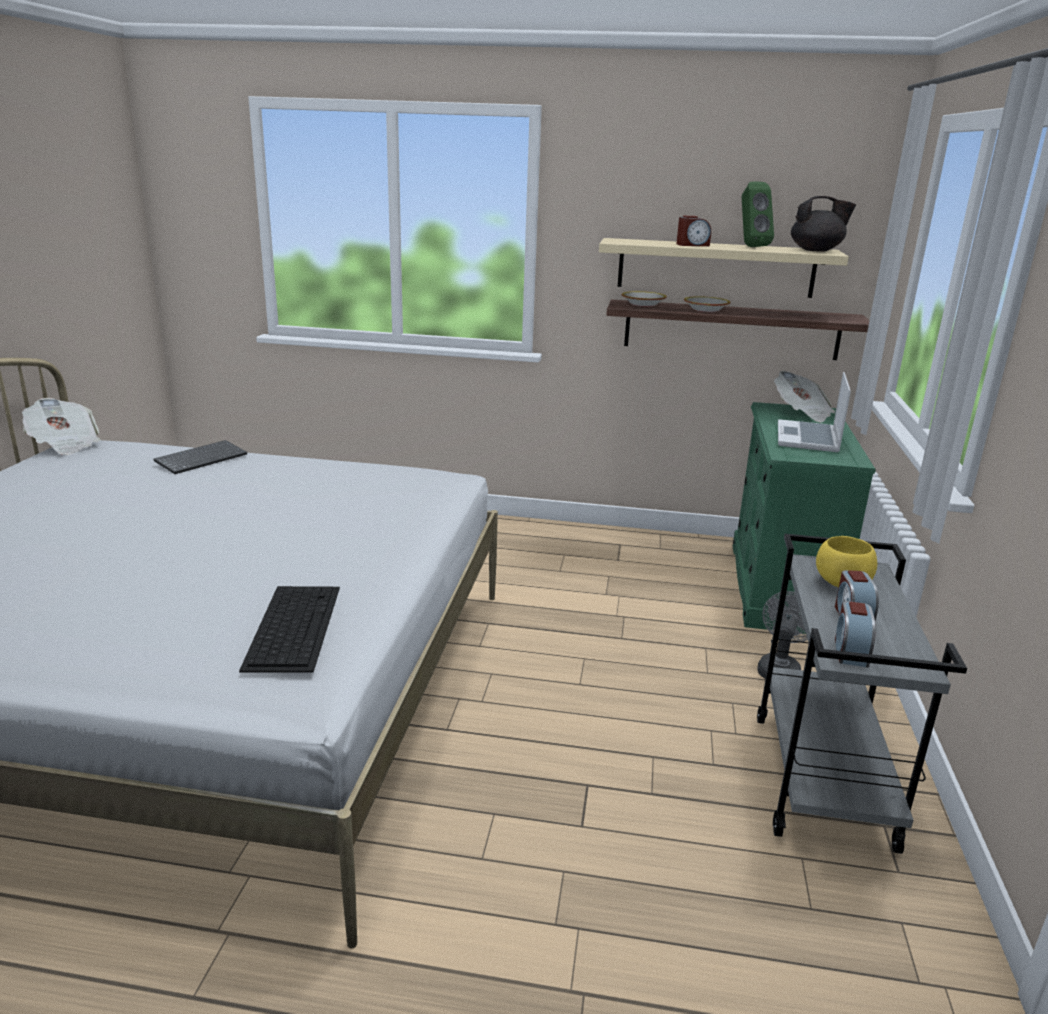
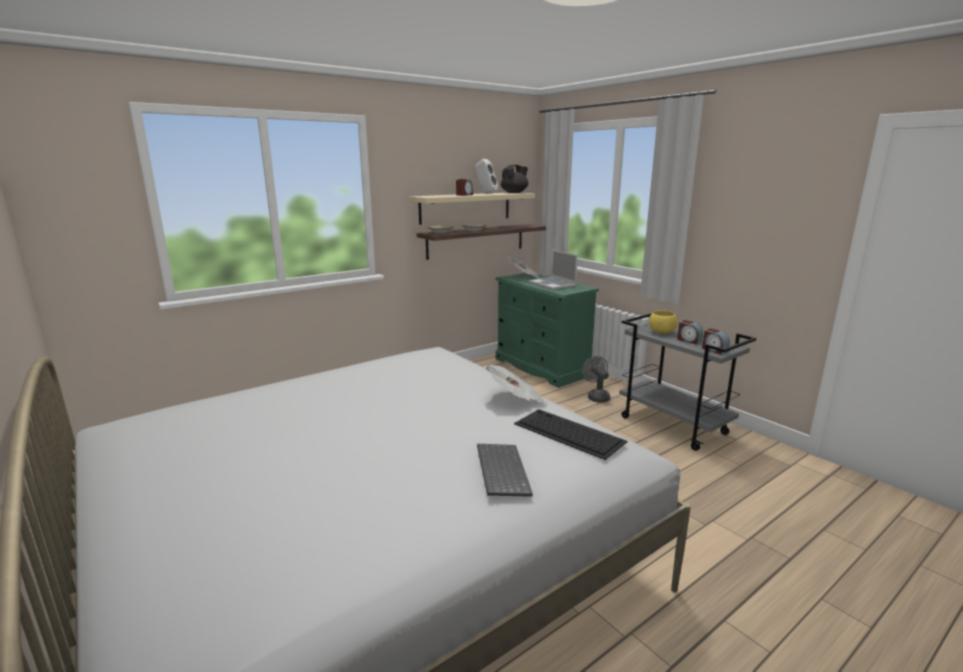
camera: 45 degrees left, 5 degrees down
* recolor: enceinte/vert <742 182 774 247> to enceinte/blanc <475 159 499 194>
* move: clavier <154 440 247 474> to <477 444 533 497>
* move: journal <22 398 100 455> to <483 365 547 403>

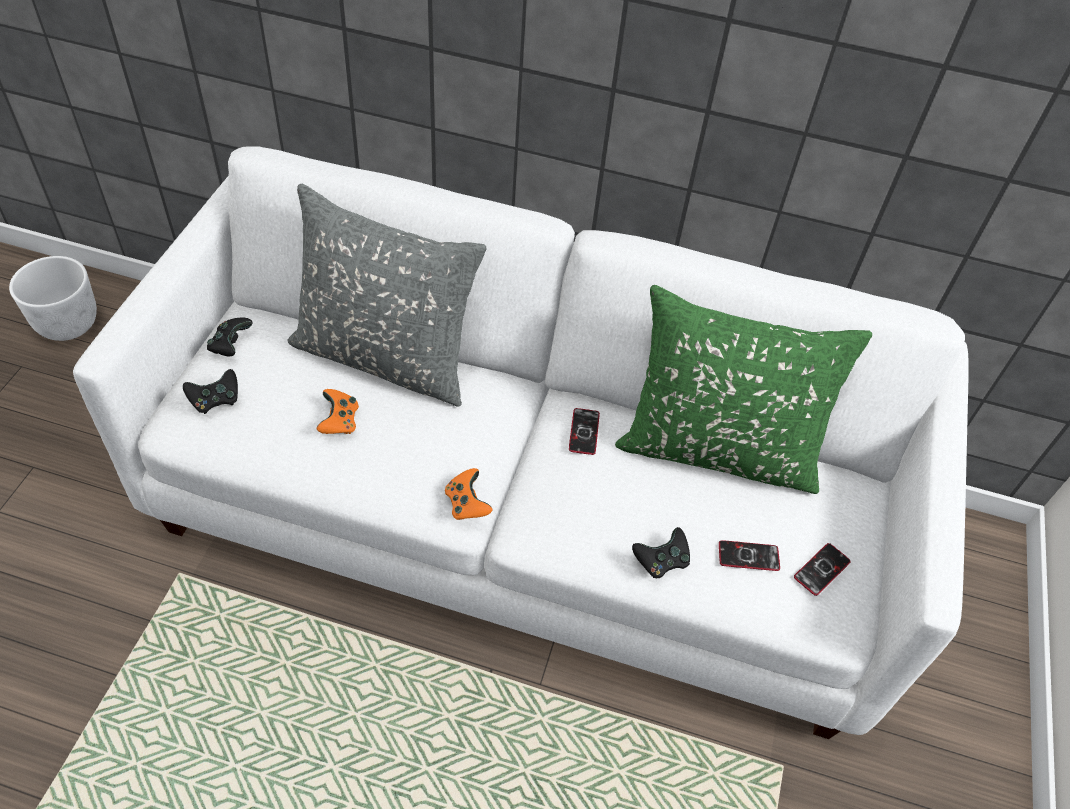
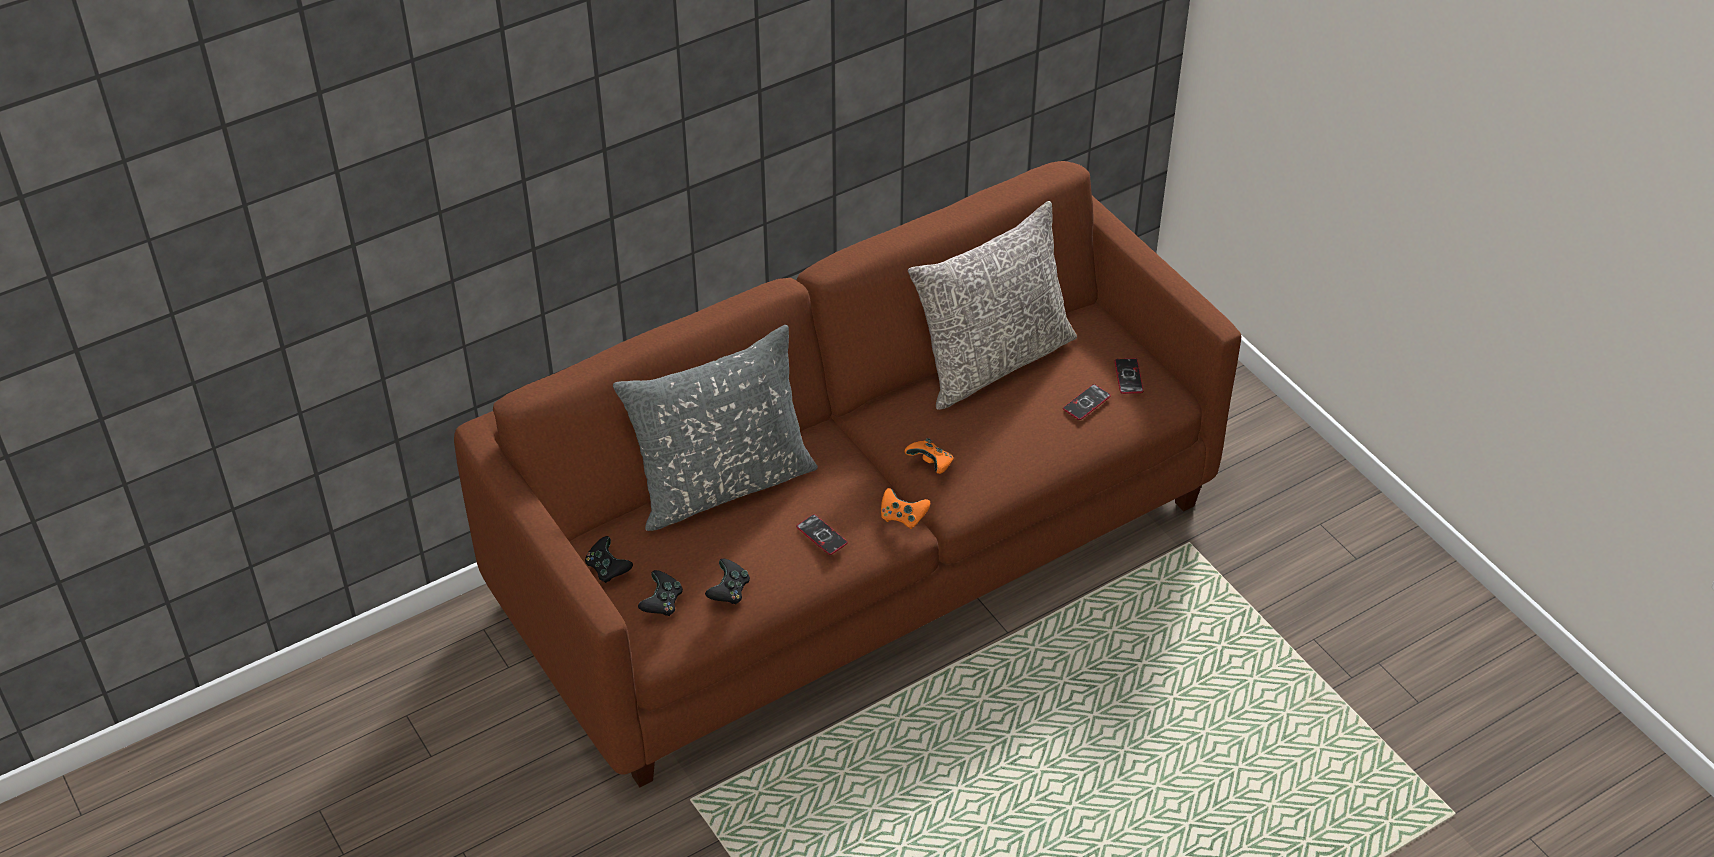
camera: 45 degrees left, 5 degrees down
* recolor: canapé/blanc <73 147 969 739> to canapé/marron <454 161 1241 787>
* move: manette/noir <632 527 690 578> to <705 559 750 605>
* move: téléphone <569 408 600 455> to <796 514 848 555>
* move: manette/orange <317 389 359 434> to <904 438 954 474>
* recolor: coussin/vert <615 285 872 494> to coussin/gris <908 201 1077 410>
* delete: cache-pot/blanc <9 256 97 341>

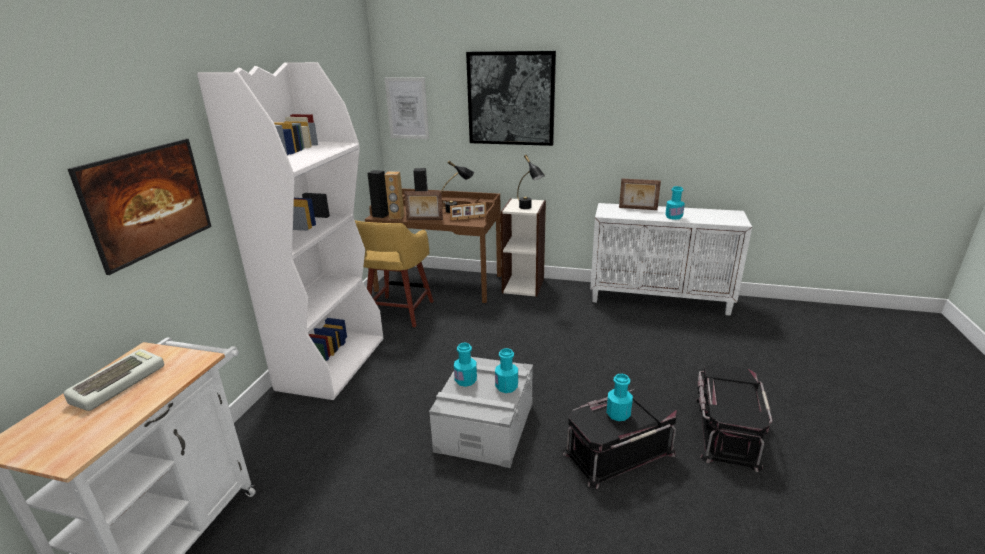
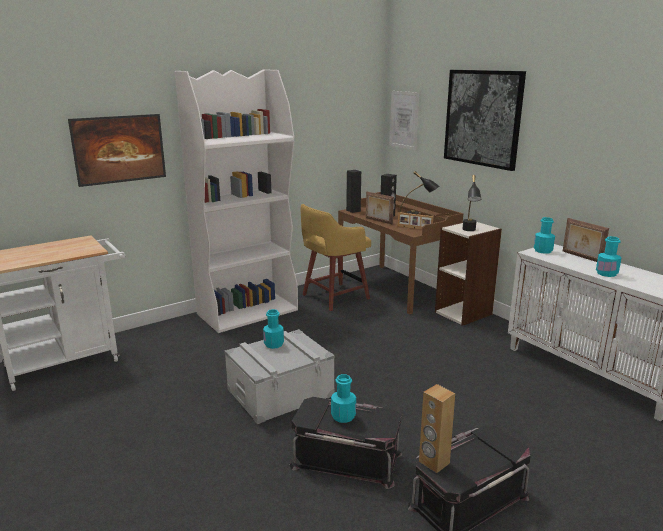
camera: 40 degrees right, 5 degrees down
* move: enceinte/marron <384 171 405 219> to <419 384 455 473>
* move: bouteille/turquoise <495 348 518 393> to <534 217 555 254>
* delete: clavier <64 349 164 411>

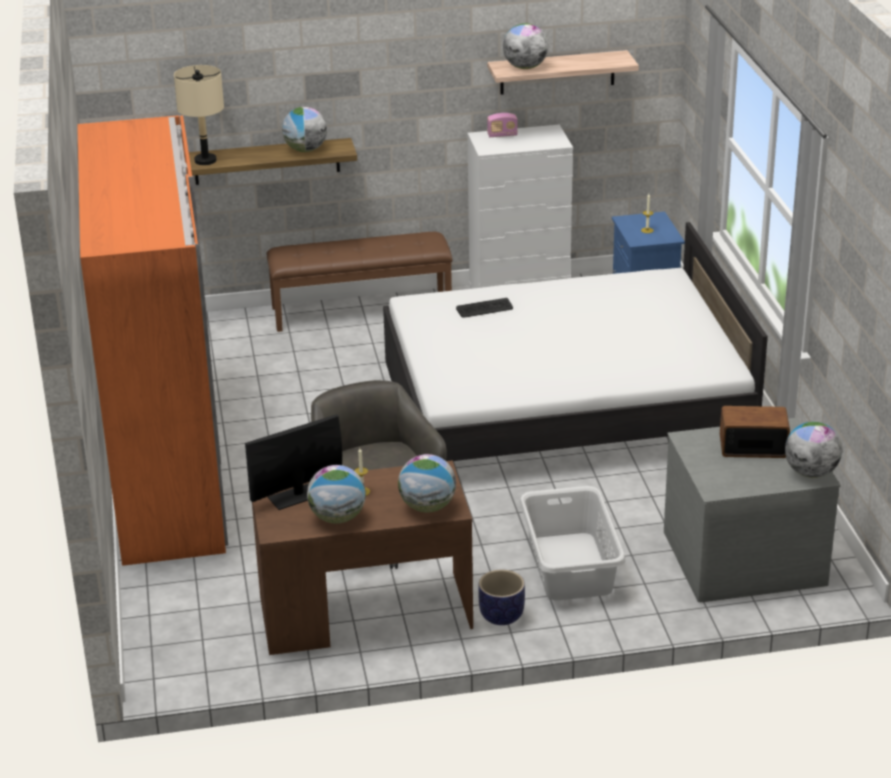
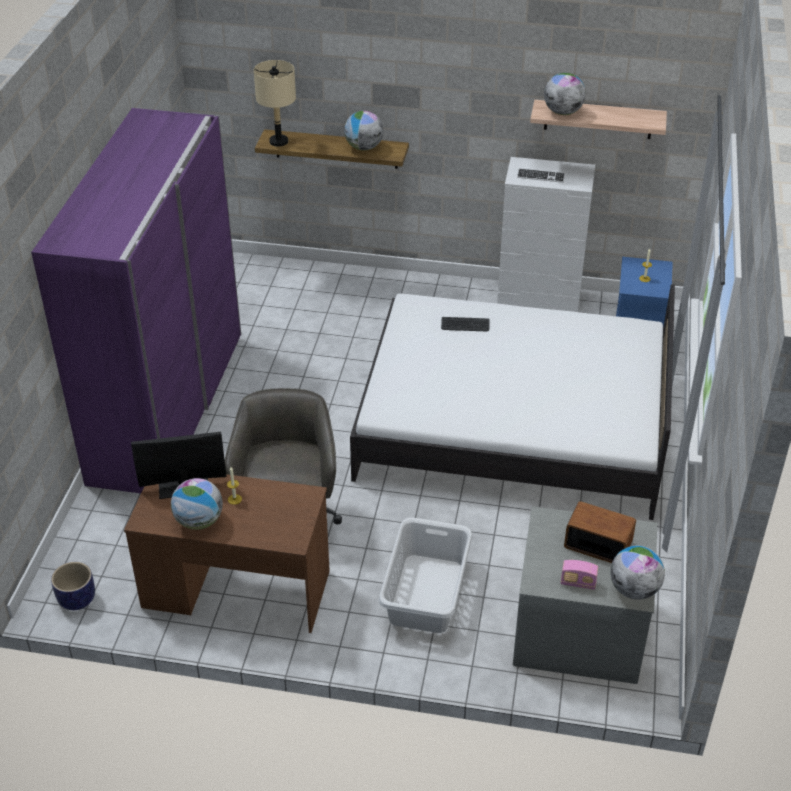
camera: 20 degrees right, 10 degrees up
* recolor: armoire/orange <77 115 228 566> to armoire/violet <31 108 241 493>
* move: cache-pot <478 569 525 625> to <51 562 95 610>
* insert: clavier <517 168 565 183>
* move: radio <487 113 518 137> to <561 560 598 590>
* delete: banc/marron <267 232 452 332>
* delete: globe <398 454 456 513>

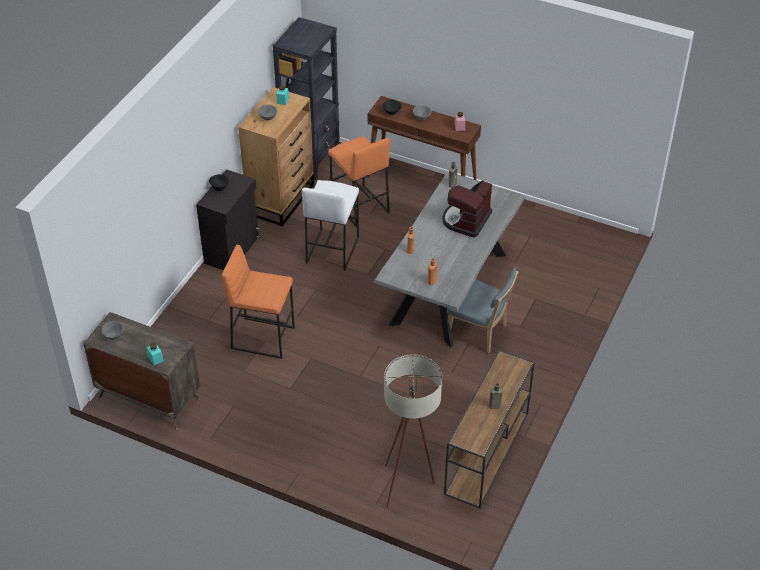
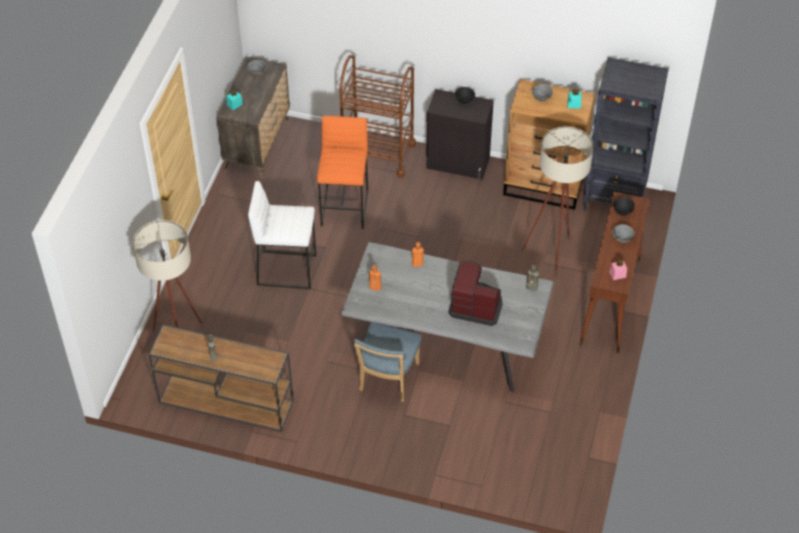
camera: 80 degrees right, 5 degrees up
* move: tabouret/blanc <302 180 359 271> to <248 181 316 289>
* insert: chariot/marron <339 55 416 178>
* replace: tabouret/orange <328 136 390 227> to lampadaire/beige <522 126 594 277>

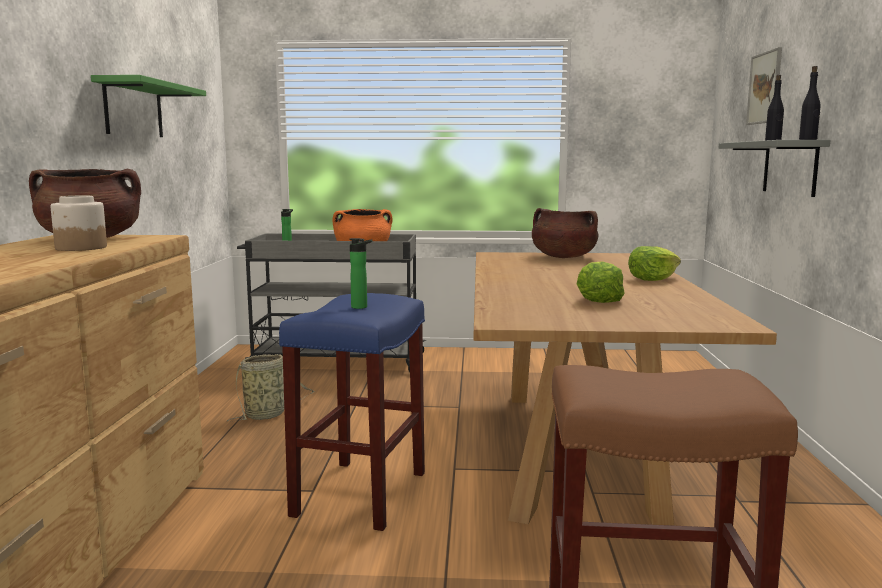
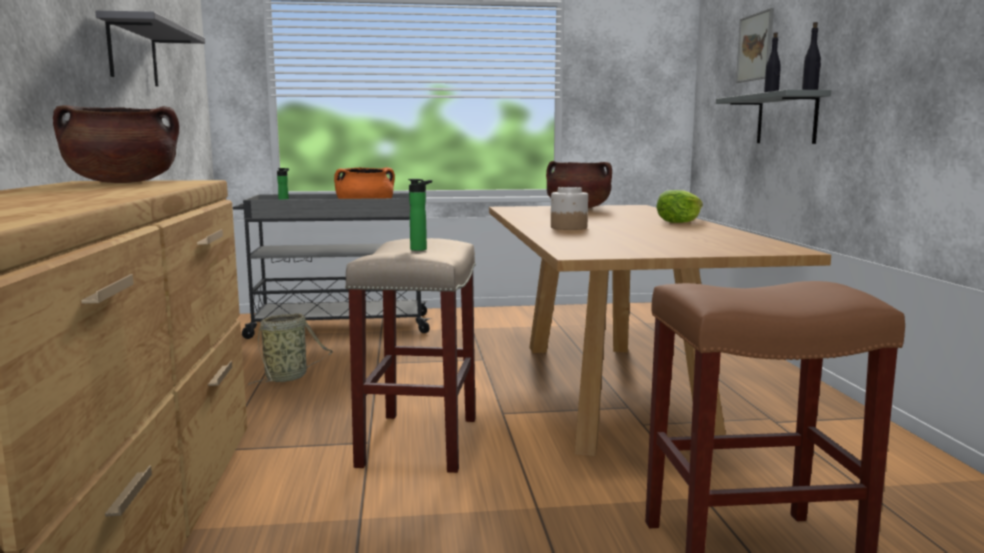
camera: 10 degrees left, 0 degrees up
* recolor: étagère/vert <91 75 206 137> to étagère/gris <95 10 205 87>
* recolor: tabouret/bleu <279 293 425 531> to tabouret/beige <345 238 476 473>
* move: bocal <51 196 107 251> to <551 187 588 230>
* delete: laitue <577 261 625 303>

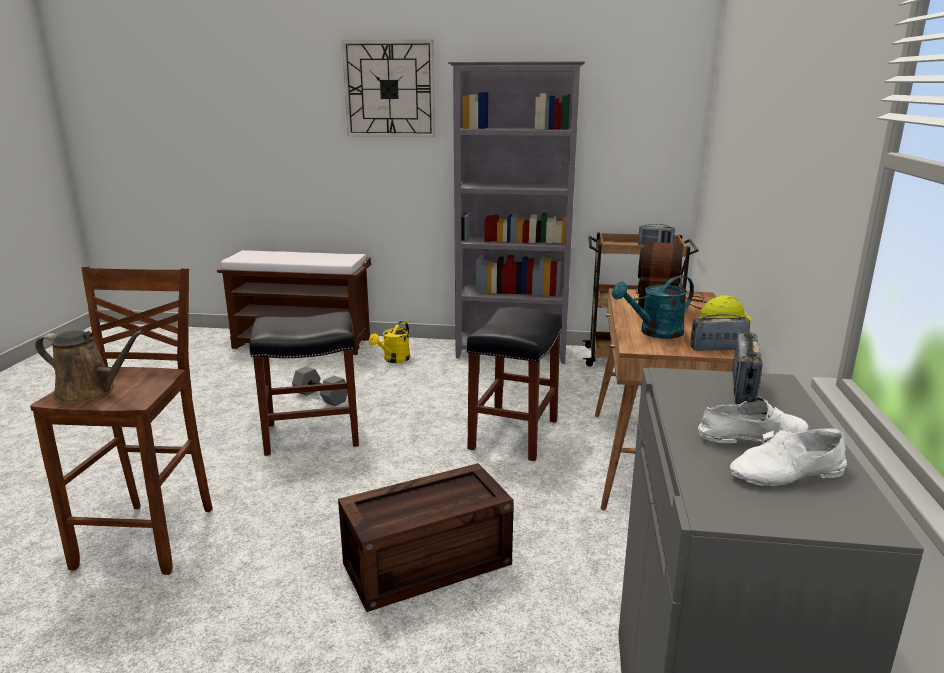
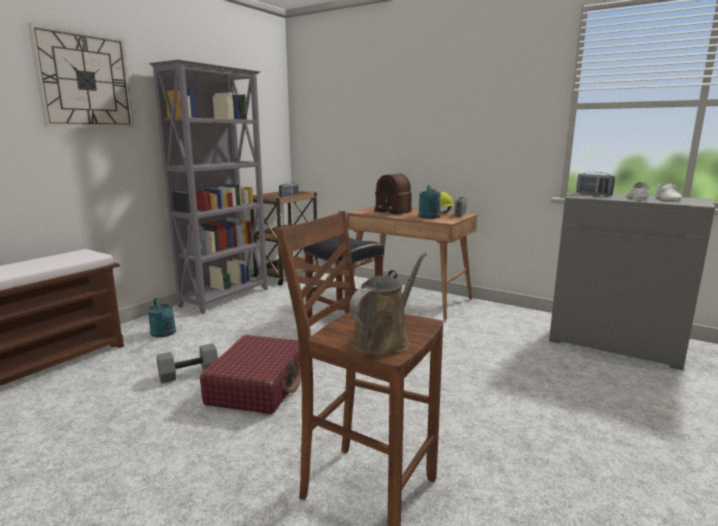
camera: 65 degrees left, 5 degrees down
* recolor: arrosoir/jaune <369 321 410 363> to arrosoir/turquoise <148 298 176 338>
* replace: tabouret/noir <250 312 359 456> to valise/rouge <200 335 301 414>
* delete: caisse <338 463 514 612>

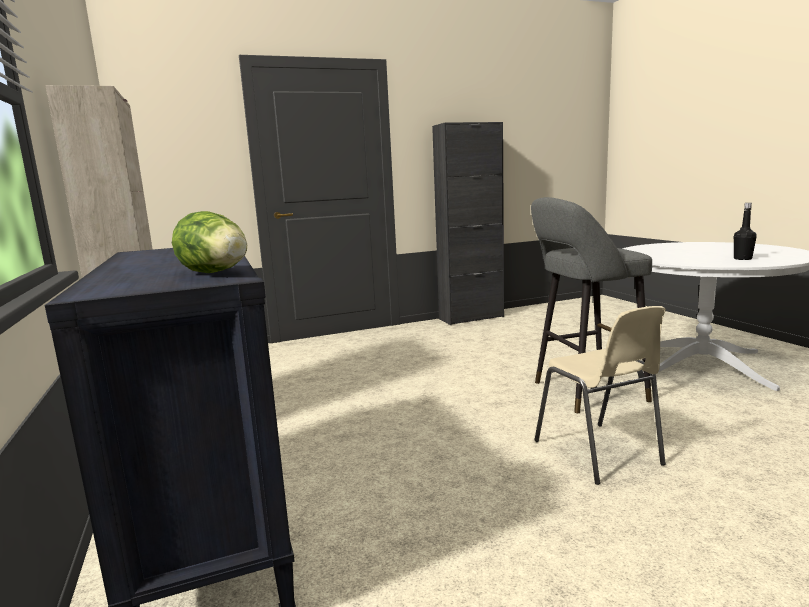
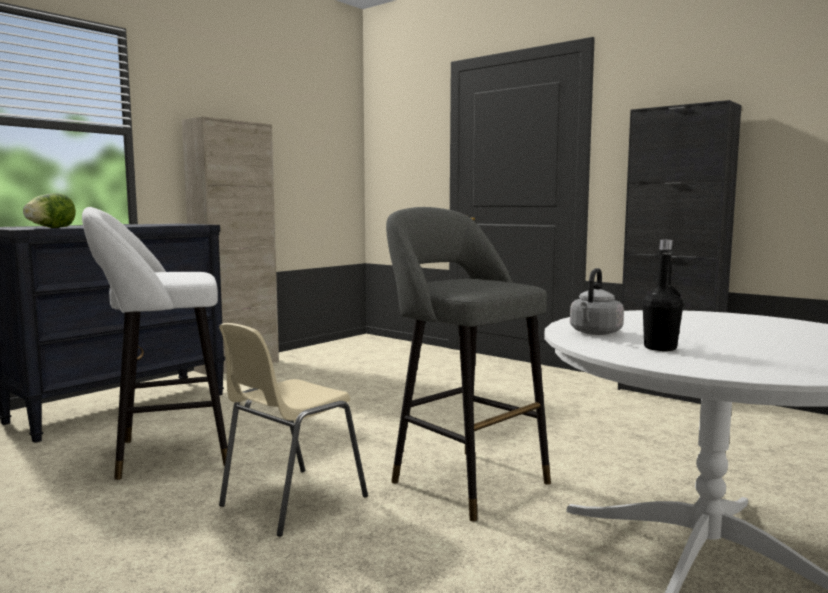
camera: 60 degrees right, 5 degrees down
* insert: tabouret/blanc <82 207 227 480>
* insert: bouilloire/gris <570 268 624 335>

